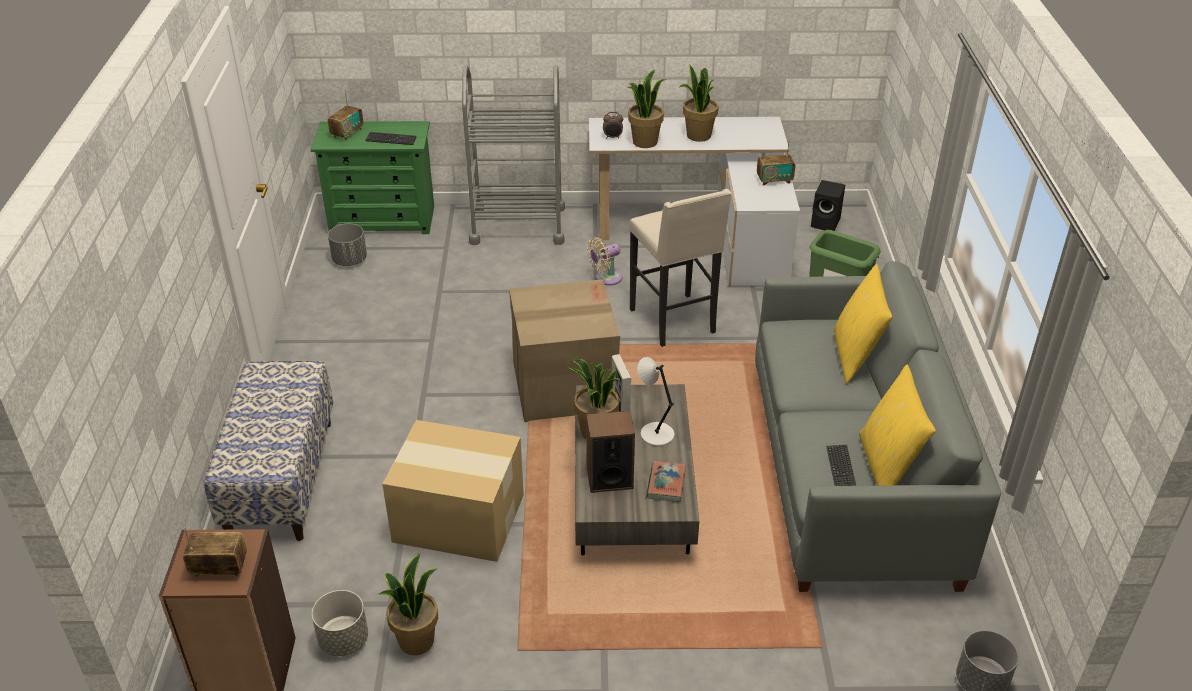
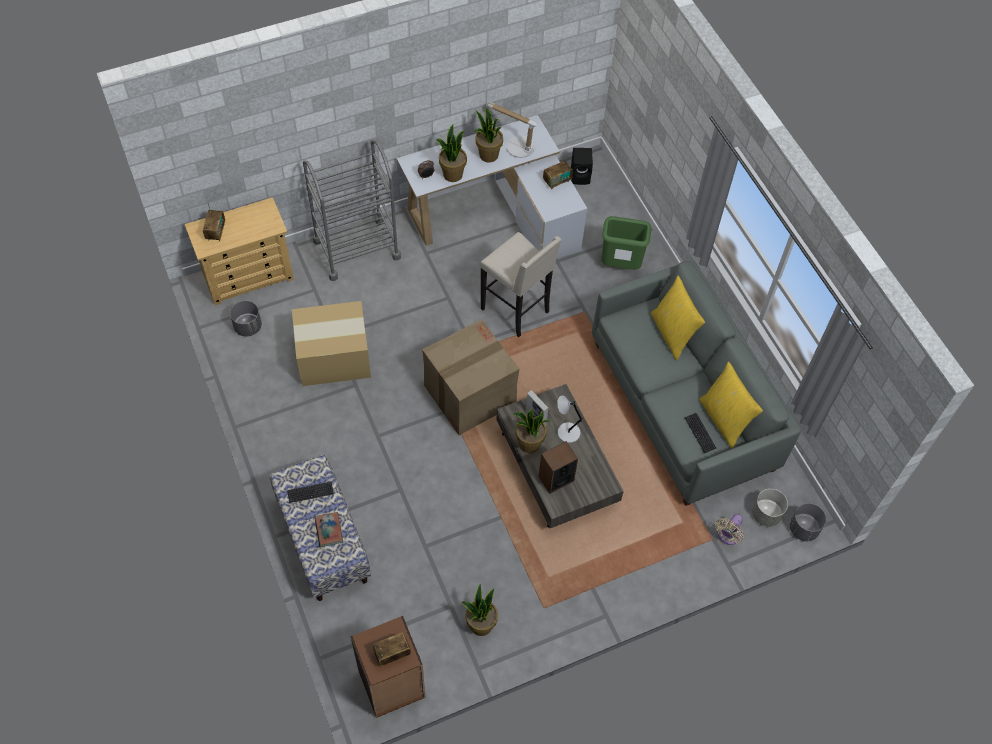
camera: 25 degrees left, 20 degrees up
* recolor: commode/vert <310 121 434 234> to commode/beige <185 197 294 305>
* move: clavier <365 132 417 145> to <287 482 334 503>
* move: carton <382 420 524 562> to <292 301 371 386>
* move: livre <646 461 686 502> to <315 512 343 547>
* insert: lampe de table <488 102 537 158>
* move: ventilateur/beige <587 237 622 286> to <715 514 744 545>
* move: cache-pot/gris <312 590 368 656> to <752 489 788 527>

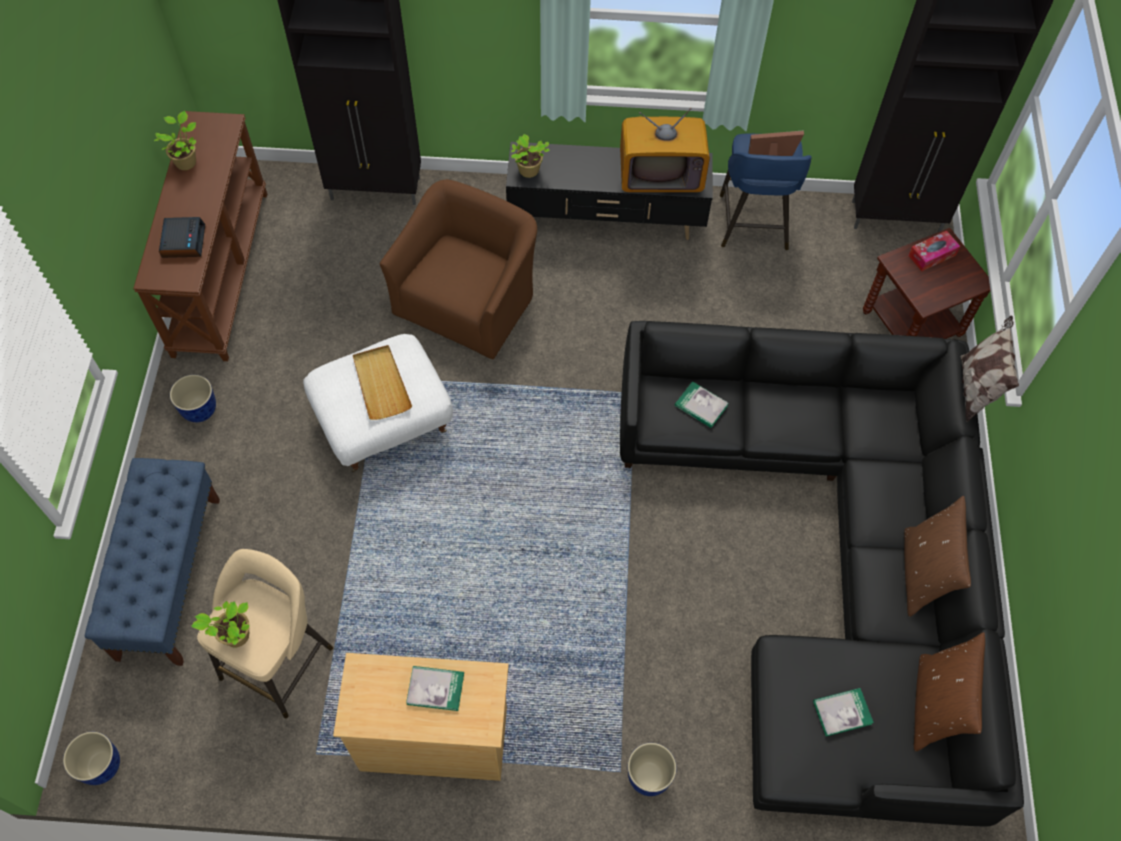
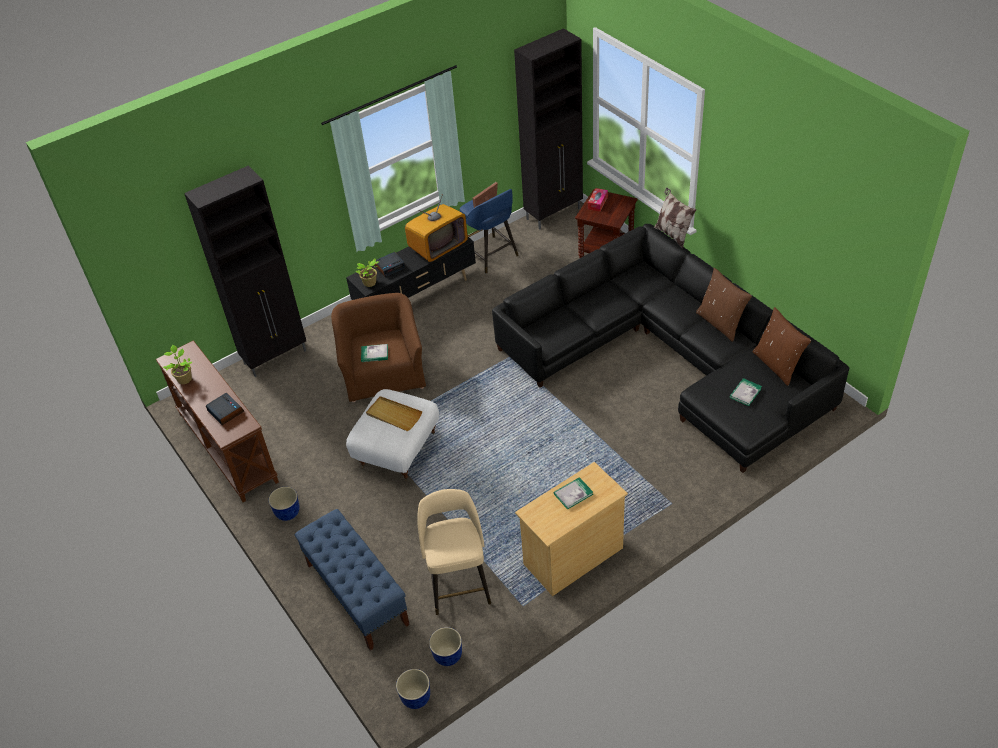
camera: 35 degrees left, 15 degrees down
* move: livre <675 381 729 428> to <361 344 388 362>
* insert: réveil <375 252 406 278>
* move: cache-pot <628 743 677 796> to <429 627 462 666>
* delete: plante en pot <191 601 250 647>

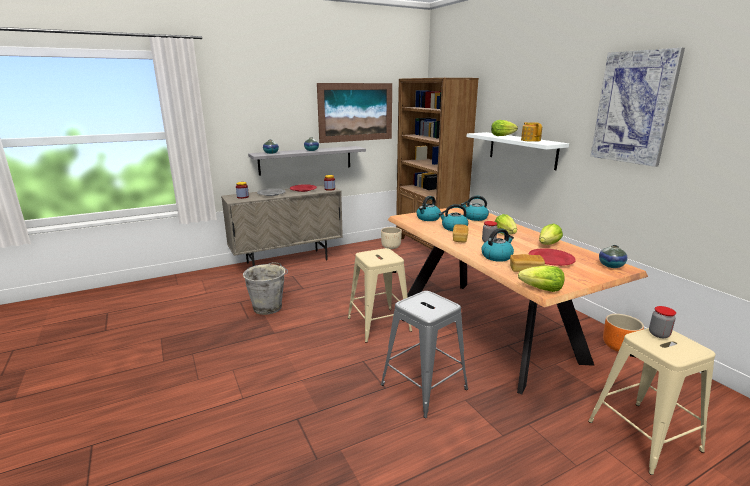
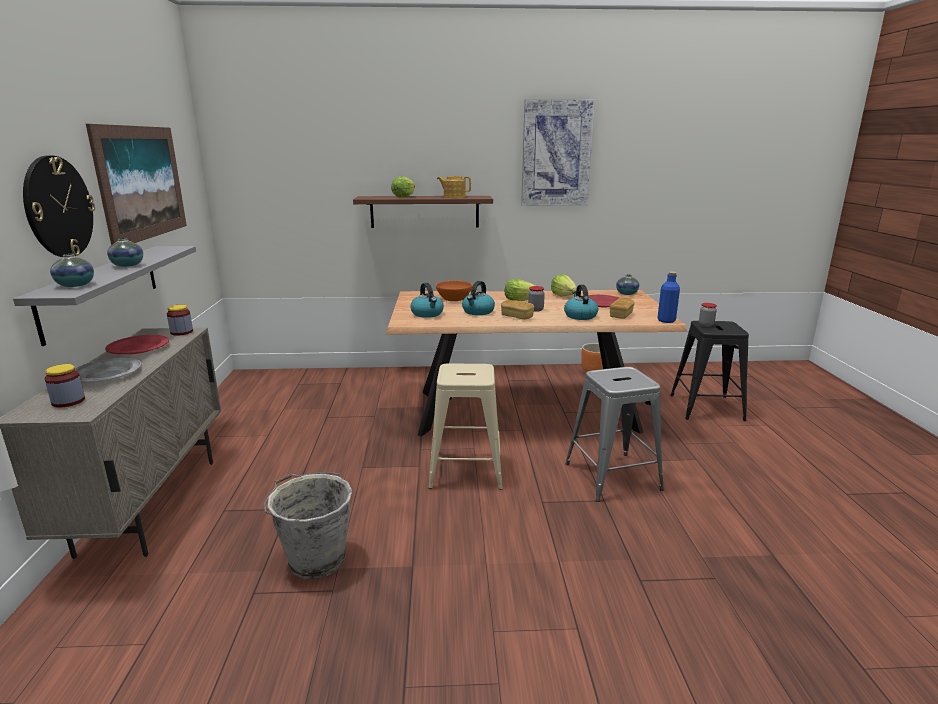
camera: 65 degrees left, 0 degrees up
* insert: horloge murale <23 156 95 257>
* recolor: étagère/blanc <467 132 569 170> to étagère/marron <353 196 493 228>
* replace: bouilloire <461 196 489 221> to bol/orange <436 281 472 301>
* replace: laitue <518 266 565 292> to bouteille/bleu <657 272 680 323>
* recolor: tabouret/beige <588 328 716 475> to tabouret/noir <670 321 749 421>
* delete: cache-pot/beige <381 227 402 249>
* delete: bibliothèque/marron <396 78 479 250>

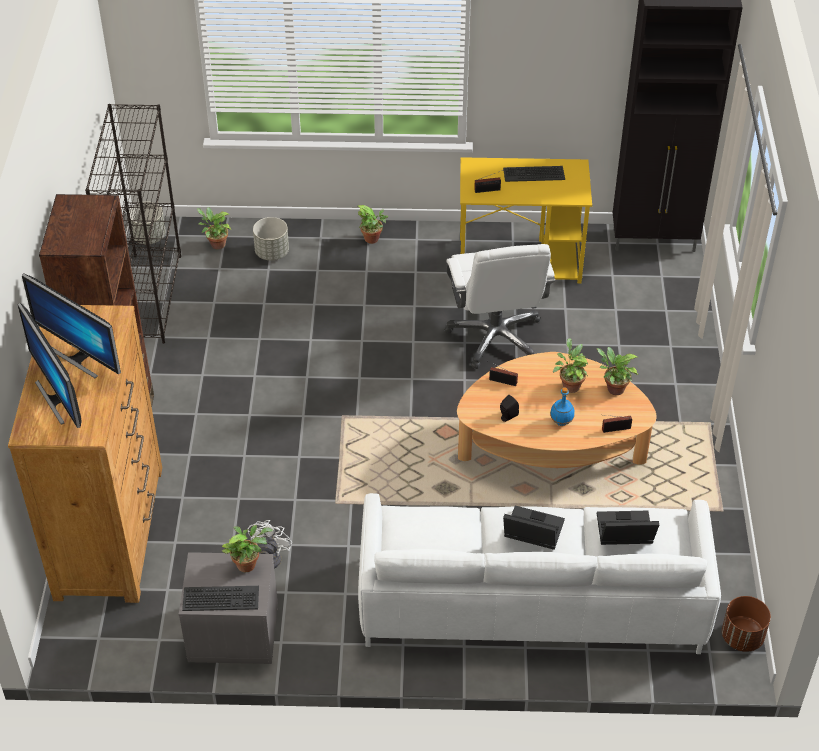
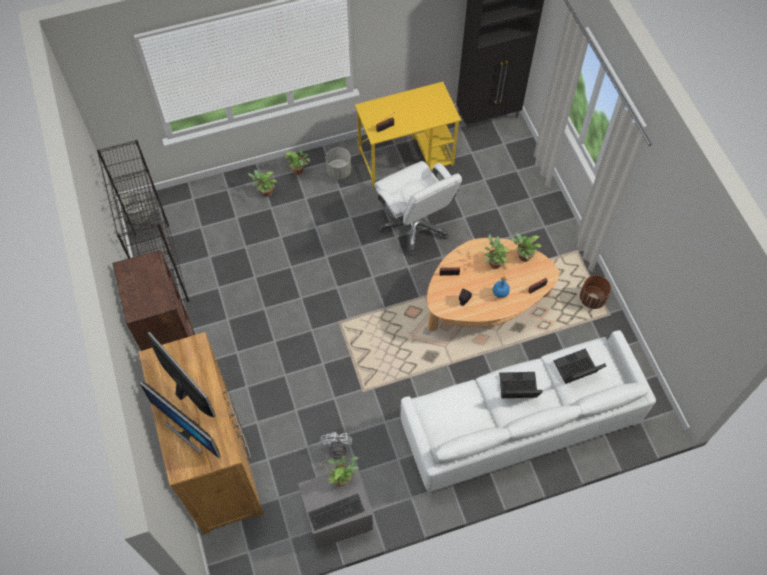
camera: 20 degrees left, 15 degrees up
* rotate: écran d'ordinateur <22 274 121 378> = <147 331 216 417> 150 degrees counterclockwise
* move: plante en pot <197 207 231 250> to <247 170 278 197>
* move: cache-pot/gris <253 217 289 260> to <326 147 351 179>
* move: cache-pot/marron <722 596 771 652> to <580 275 611 309>
* delete: clavier <503 166 565 182>

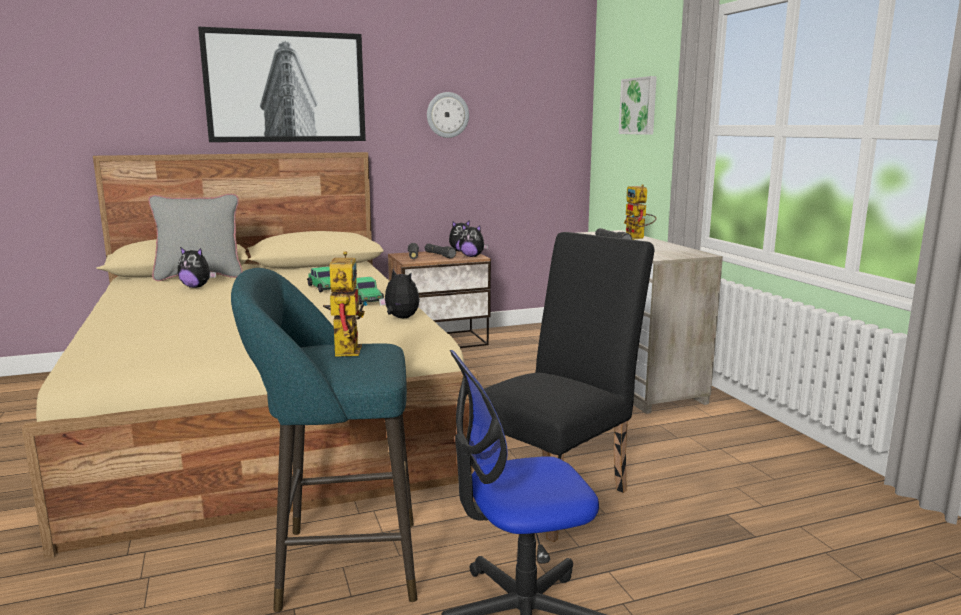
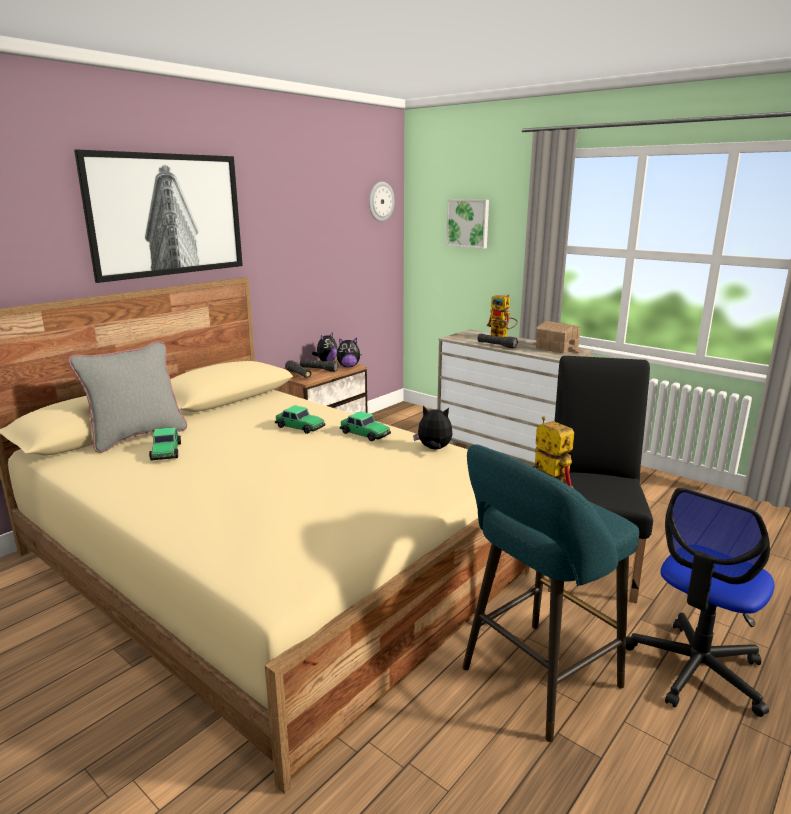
camera: 30 degrees left, 5 degrees up
* replace: peluche <178 247 216 288> to petite voiture <149 427 181 461>
* move: horloge murale <427 92 469 138> to <369 182 394 222>
* insert: maison miniature <532 321 584 353>

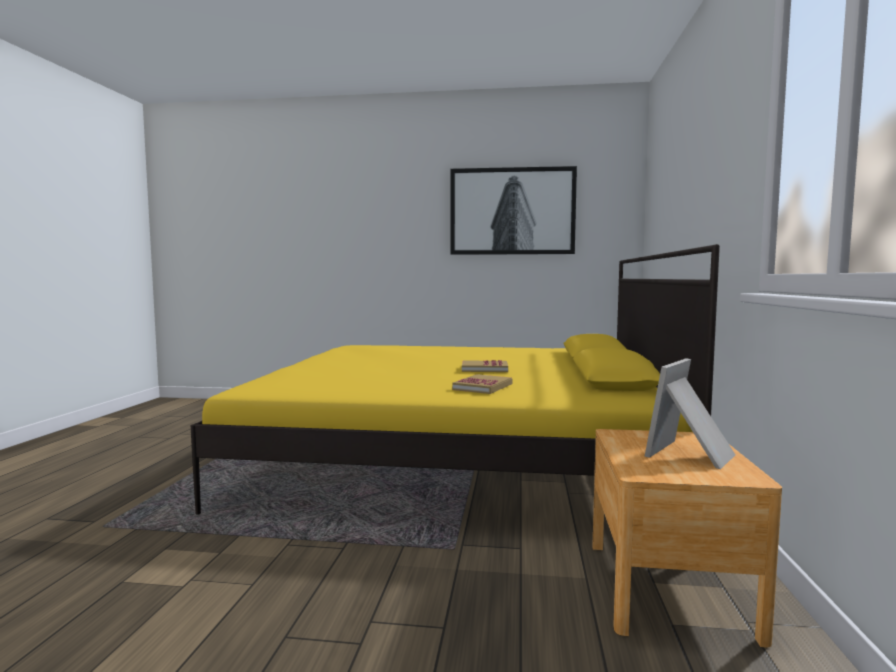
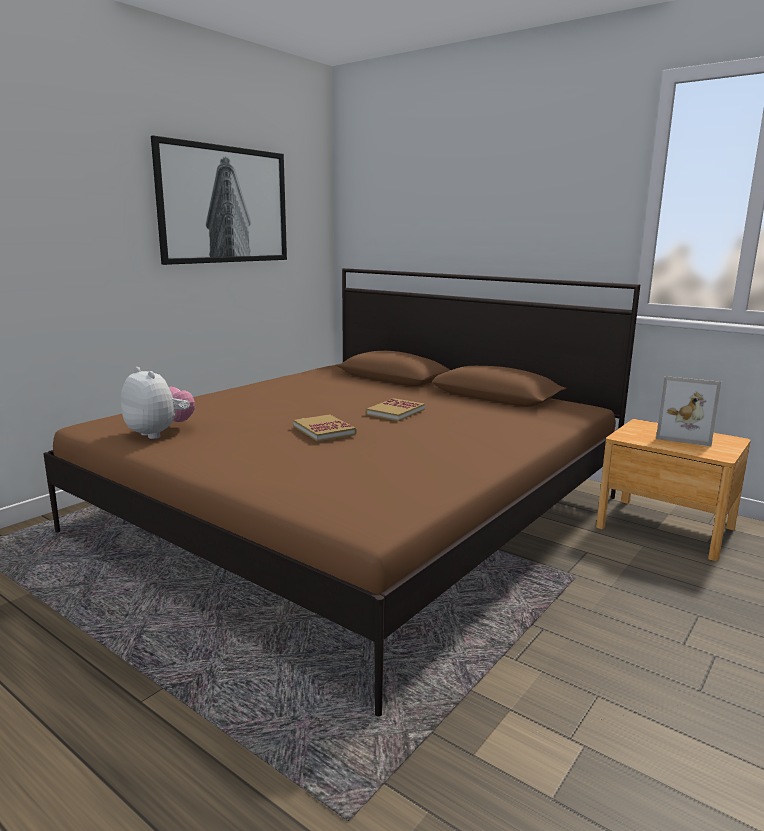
camera: 60 degrees left, 10 degrees up
* recolor: lit/jaune <191 244 720 515> to lit/marron <43 268 641 717>
* insert: peluche <121 367 195 439>
* move: livre <452 374 512 394> to <294 414 356 442>
* rotate: cadre photo <644 358 736 469> = <656 376 721 446> 45 degrees counterclockwise

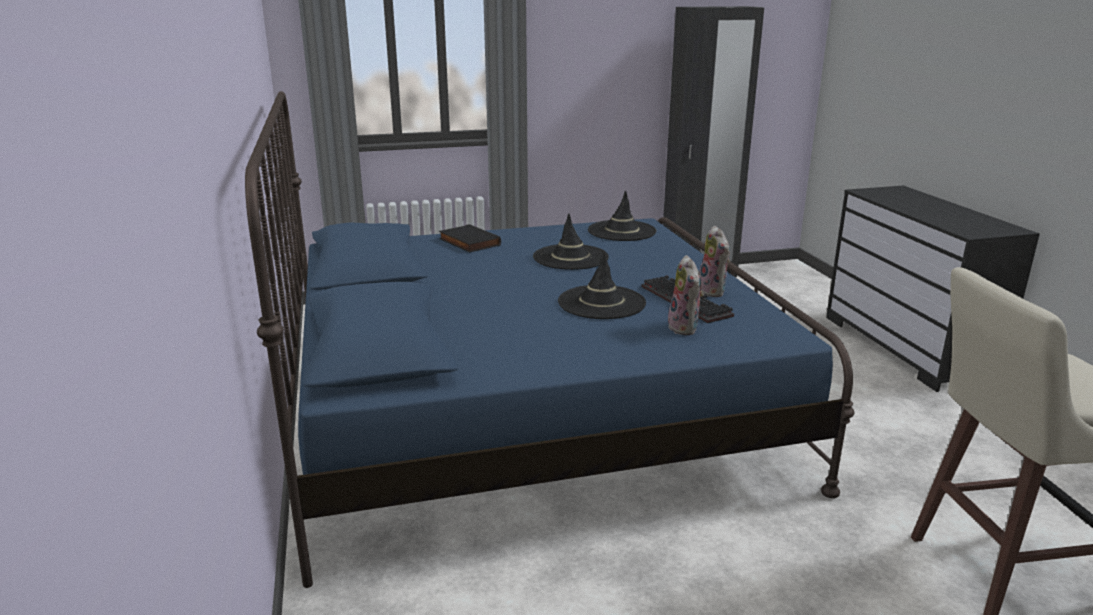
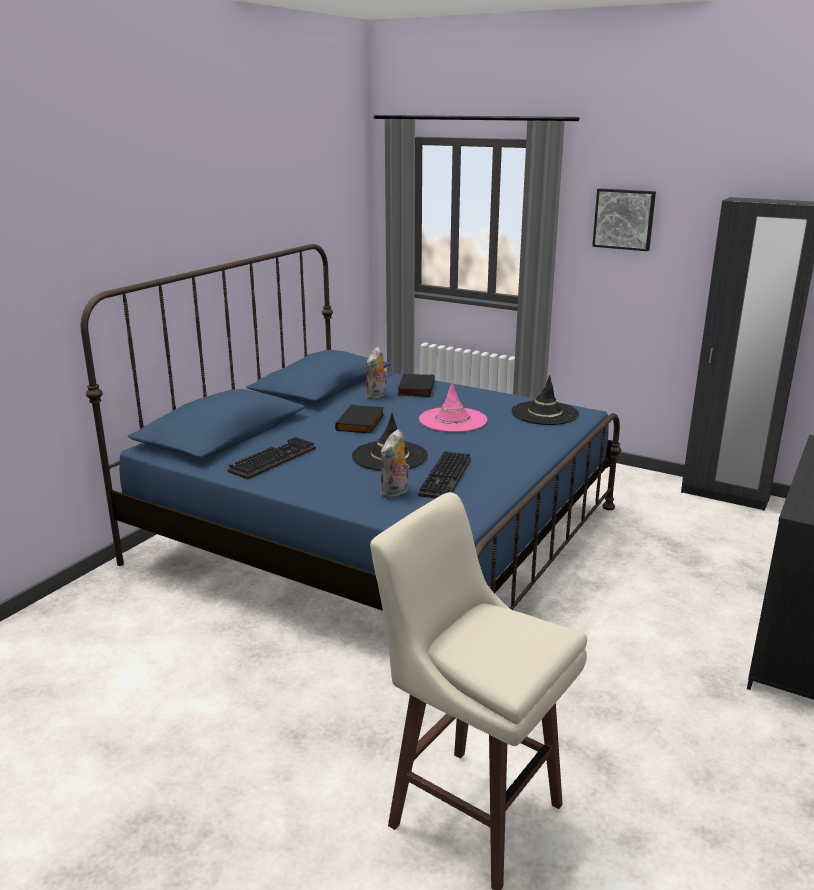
camera: 45 degrees right, 0 degrees up
* insert: clavier <227 437 316 479>
* insert: livre/noir <335 404 384 433>
* move: peluche <699 226 730 297> to <366 347 388 399>
* recolor: chapeau/noir <533 213 609 270> to chapeau/rose <419 380 487 432>
* insert: tableau <592 188 656 251>

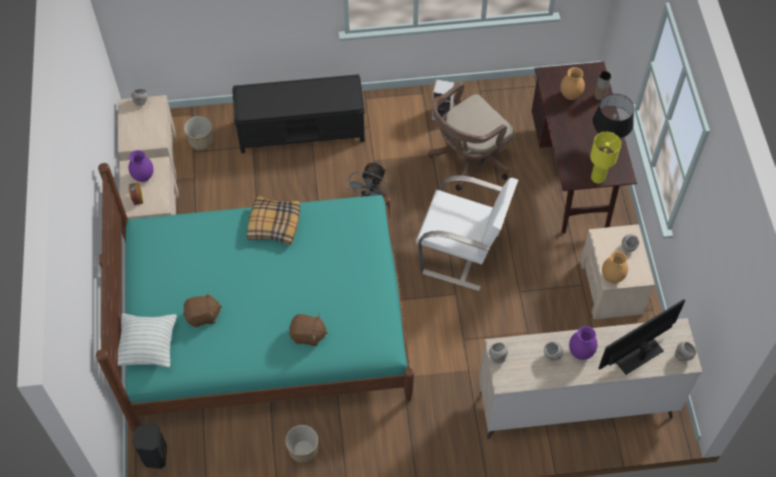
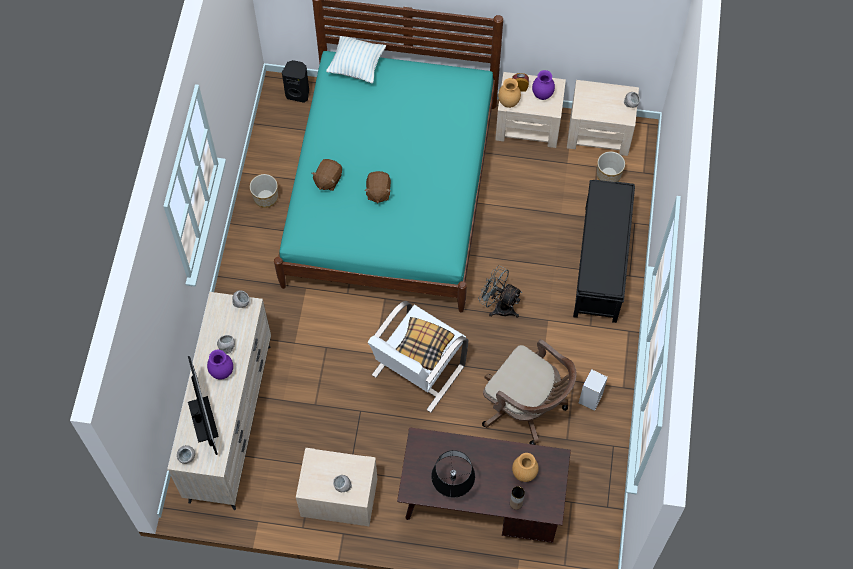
camera: 105 degrees right, 5 degrees up
* move: peluche/marron <183 292 222 327> to <364 171 391 203>
* move: coussin <247 196 300 245> to <396 317 454 371>
* rotate: chaise de bureau/marron <428 82 515 190> = <482 339 576 445> 150 degrees clockwise
* move: vase/marron <602 251 628 283> to <498 78 521 108>
* delete: lampe de table/jaune <590 132 621 184>

